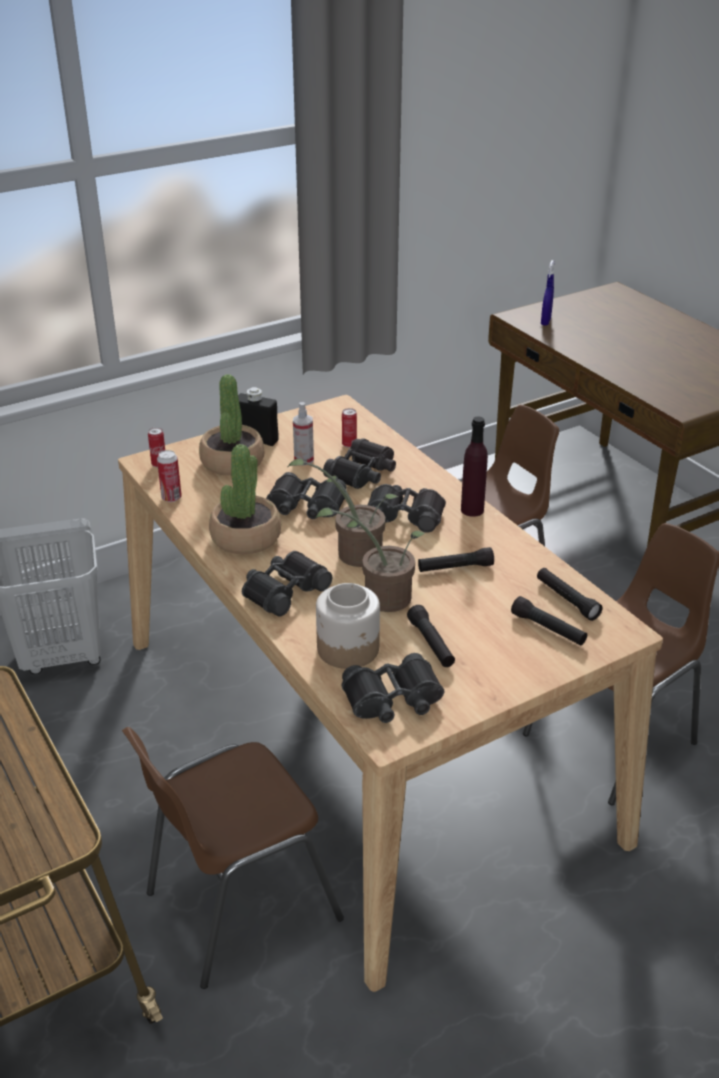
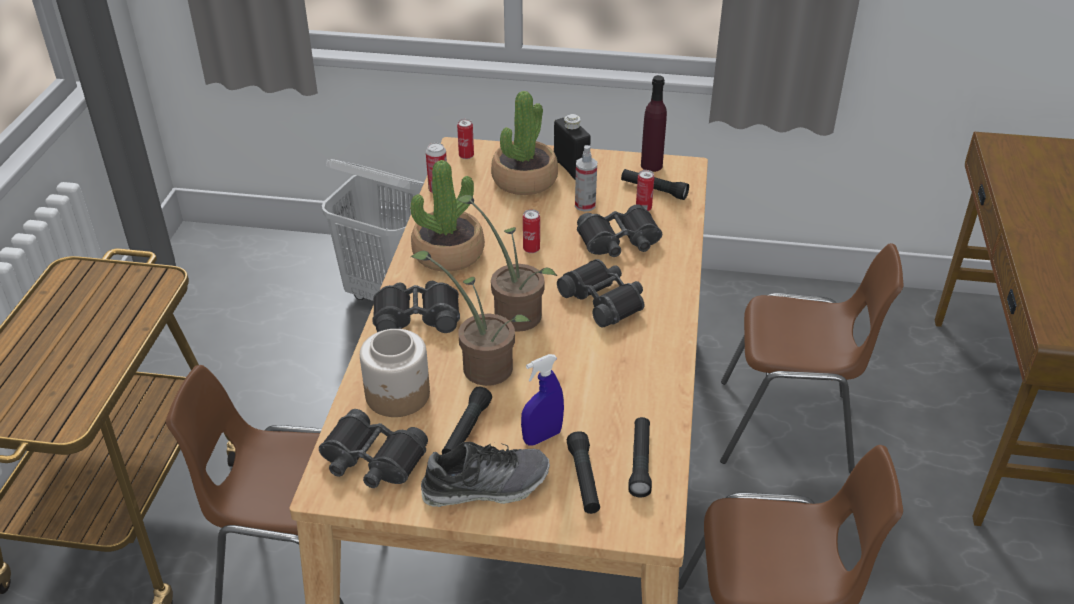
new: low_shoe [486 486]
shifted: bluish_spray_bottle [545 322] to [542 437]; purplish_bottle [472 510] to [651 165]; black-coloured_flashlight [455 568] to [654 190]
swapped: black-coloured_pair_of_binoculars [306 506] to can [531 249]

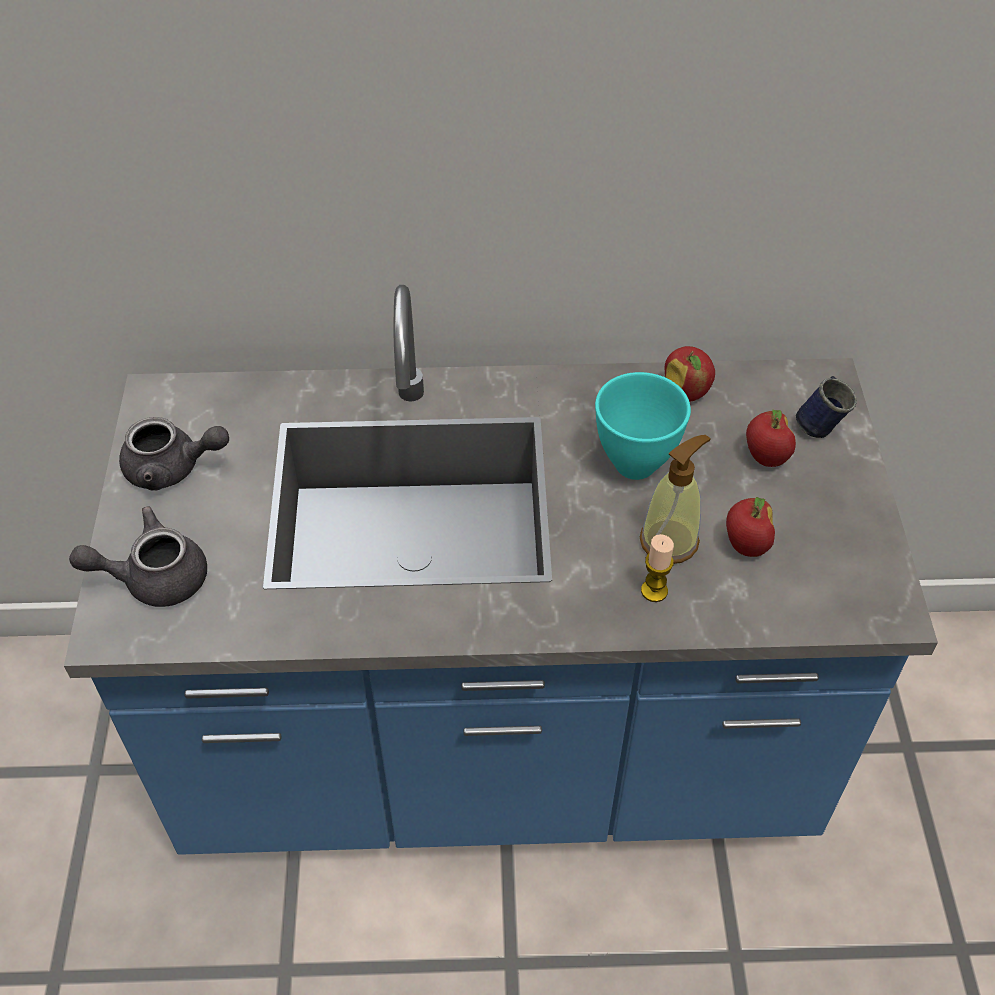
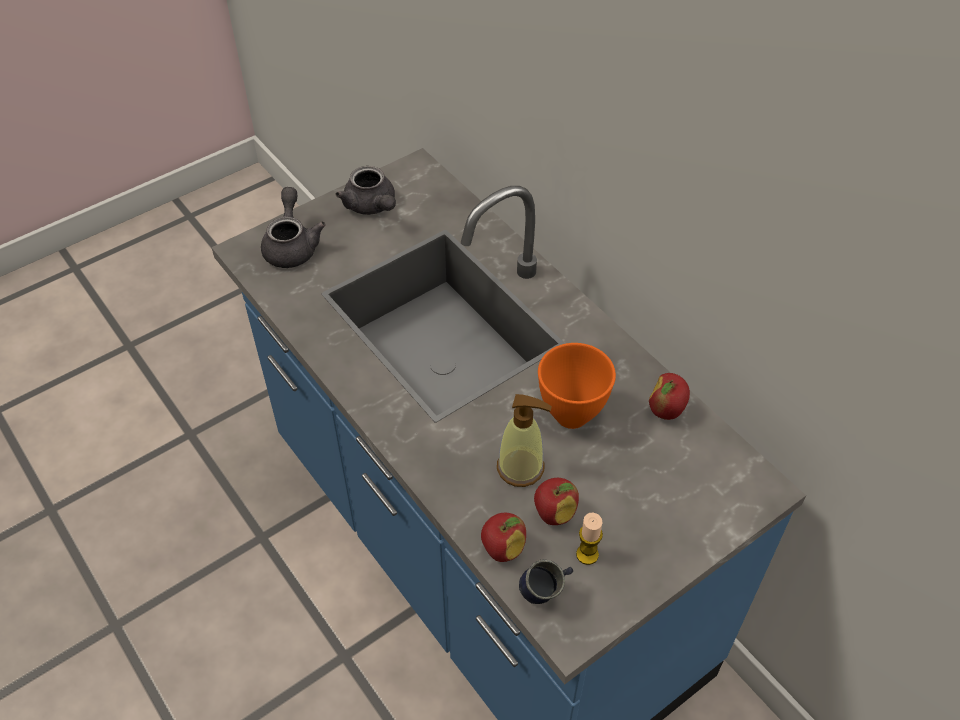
shifted: bluish_coffee_mug [820 423] to [545 593]; apple_fruit [765 458] to [502 549]; wax_light [654 591] to [587 554]
repainted: turquoise-coloured_deep_dish [632 464] to orange-coloured_deep_dish [570 413]
rotated: greyish_tea_pot [154 577] = [292 245] 45 degrees clockwise

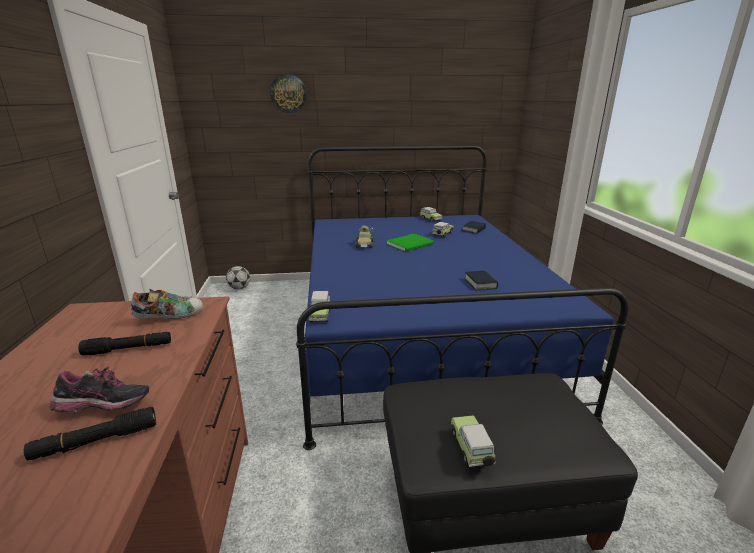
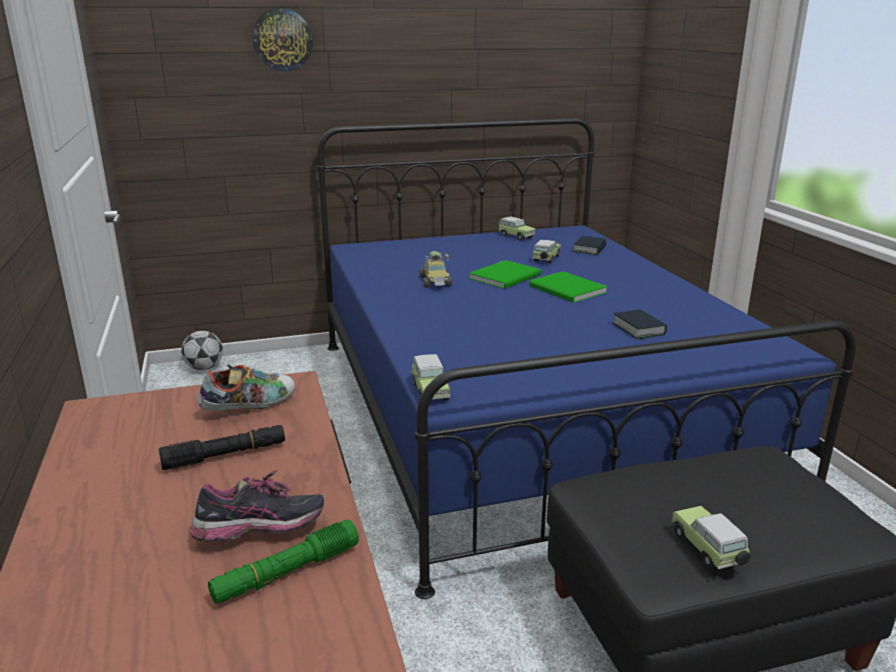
new: green_volume [567 290]
repainted: black-coloured_flashlight [96 441] to green_flashlight [286 573]

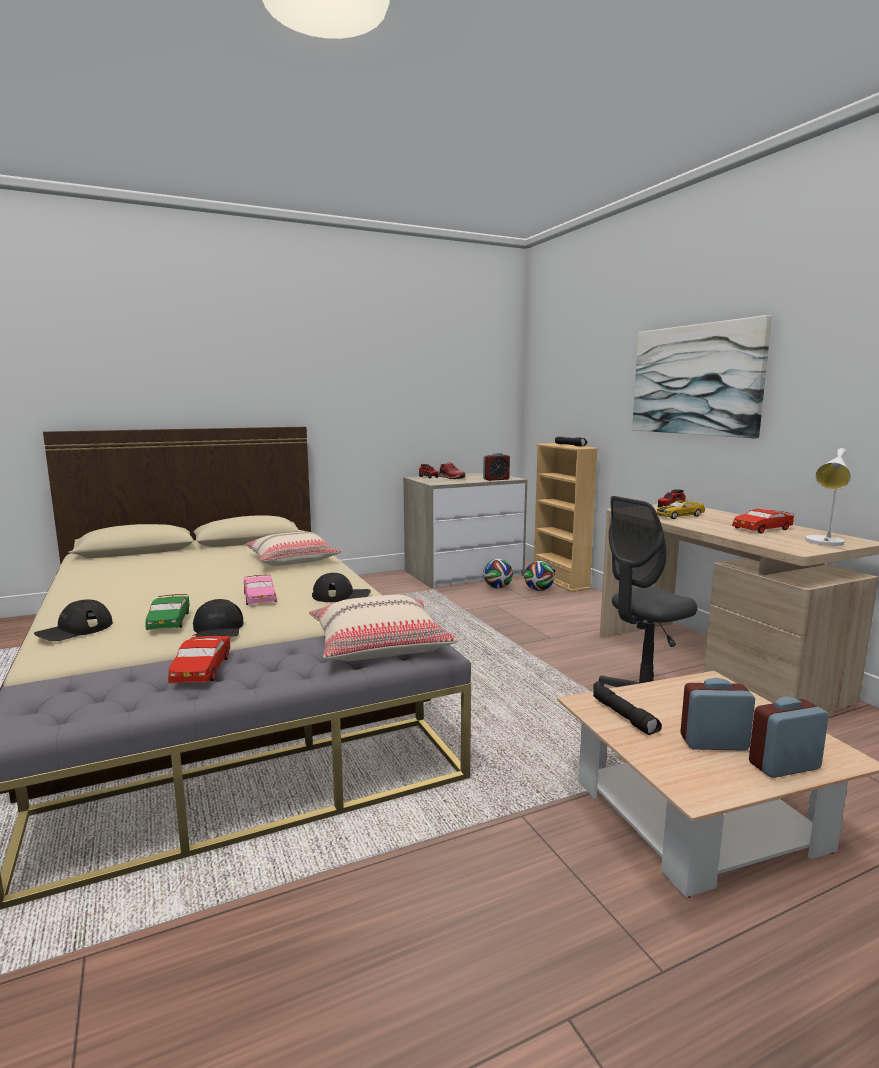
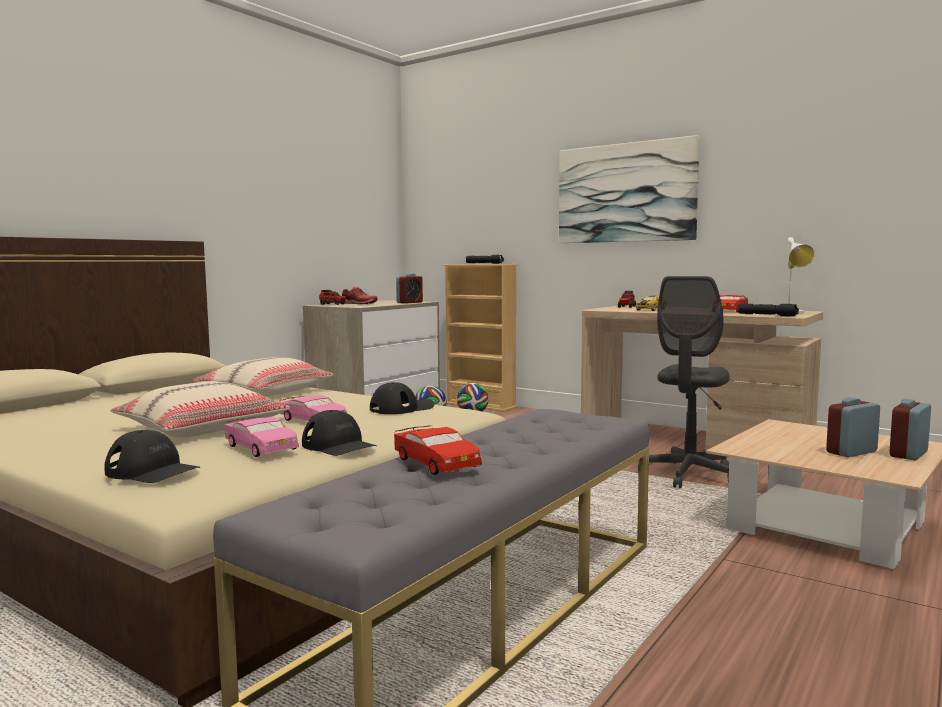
shifted: beige_throw_pillow [379 645] to [201 429]; black-coloured_flashlight [625 717] to [768 315]
repainted: green_toy_car [168 620] to pinkish_toy_car [261 447]
rotated: black-coloured_peaked_cap [75 630] = [152 471] 75 degrees counterclockwise

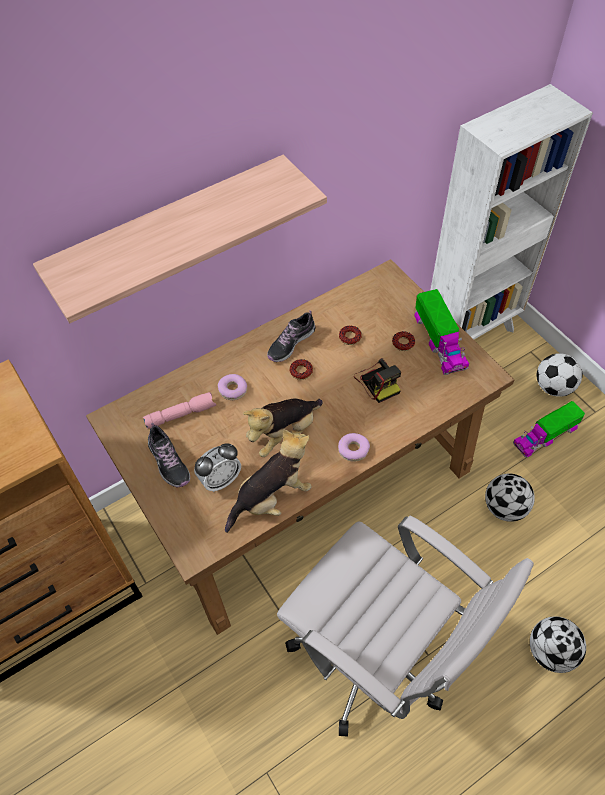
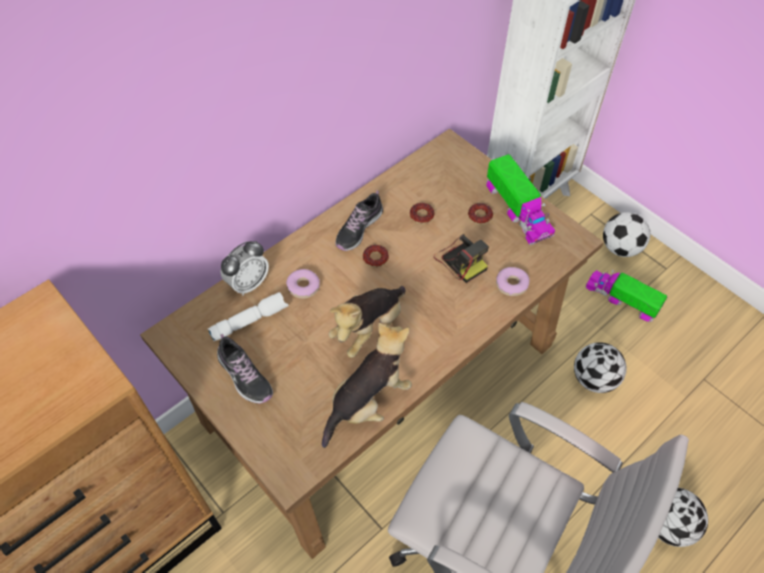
gone: shelf [170 232]
shifted: donut [353 450] to [511 284]; table_clock [220 480] to [248 283]
repainted: pinkish_flashlight [181 414] to white-coloured_flashlight [249 320]
rotated: toy_lorry [545 436] = [621 299] 75 degrees clockwise

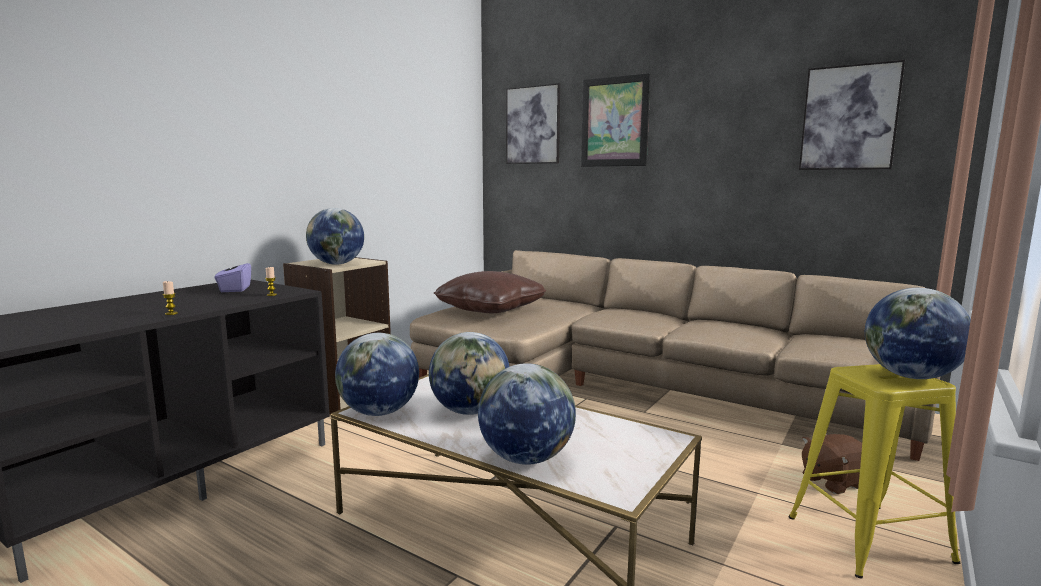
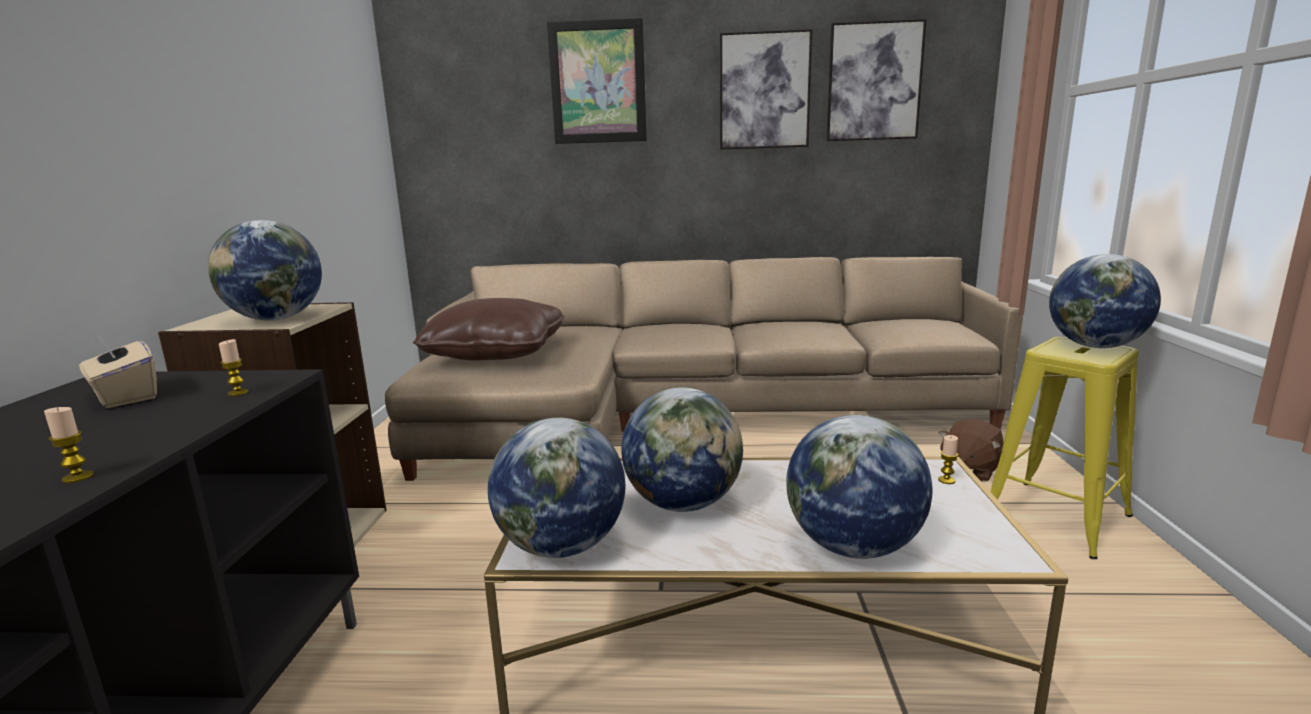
new: wax_light [946 480]
shifted: wall_picture [533 125] to [764 91]
repainted: purplish_tissue_holder [234 289] to beige_tissue_holder [125 397]

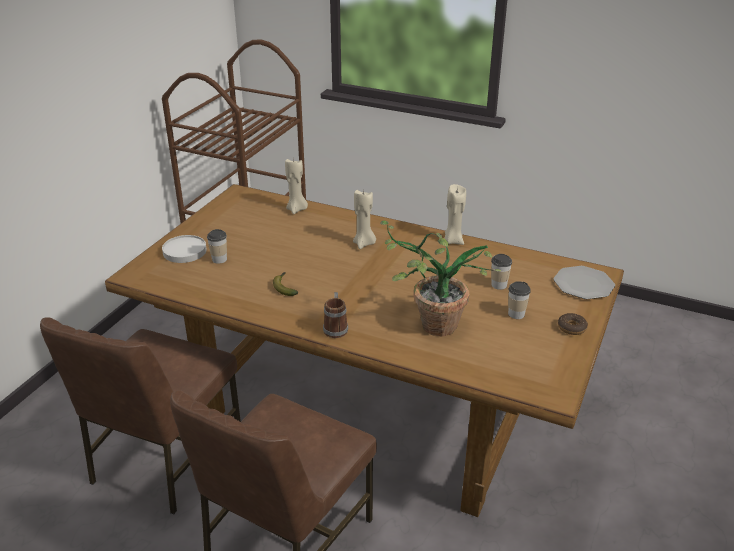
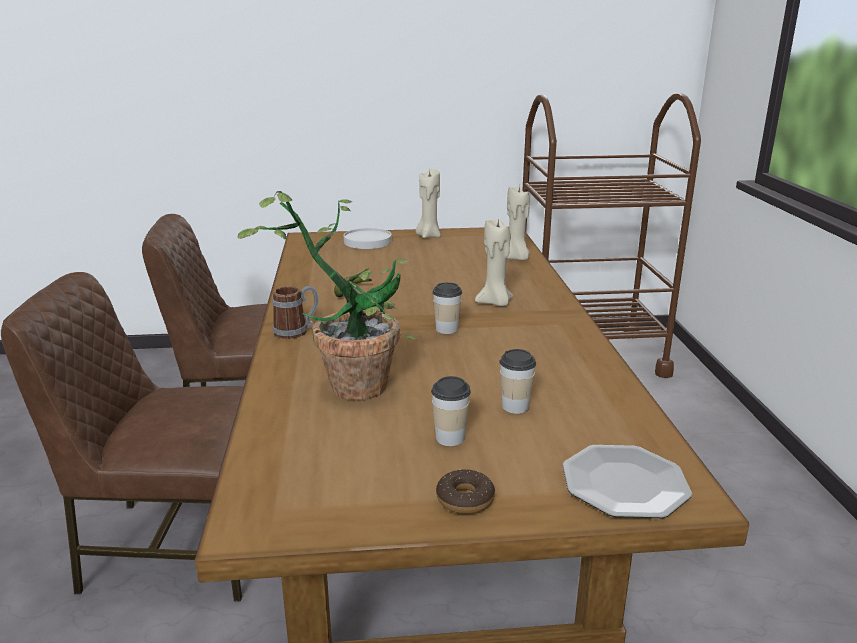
shifted: beige_wax_light [452 241] to [428 236]; drinking_cup [219 259] to [447 329]

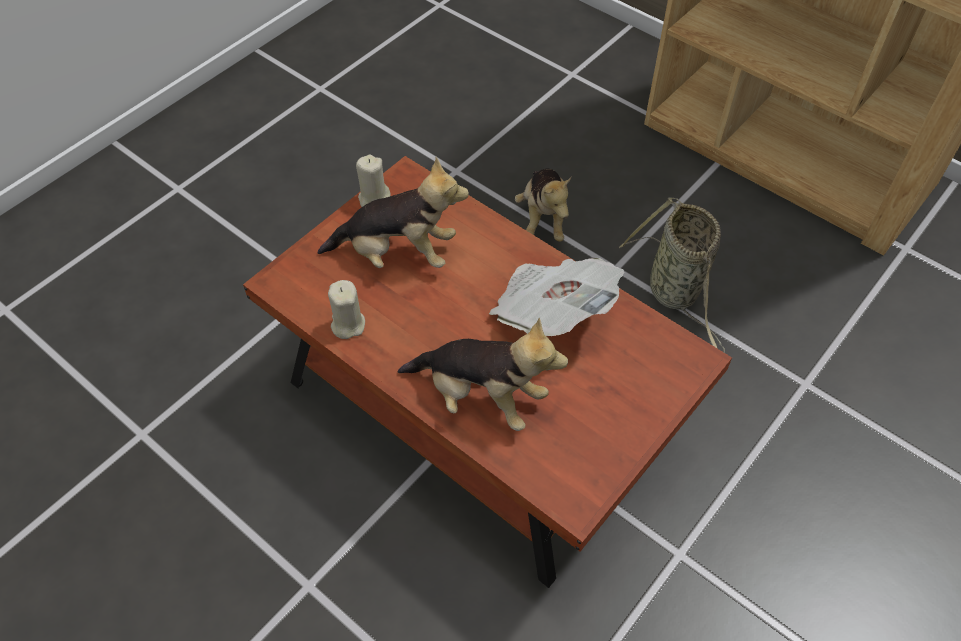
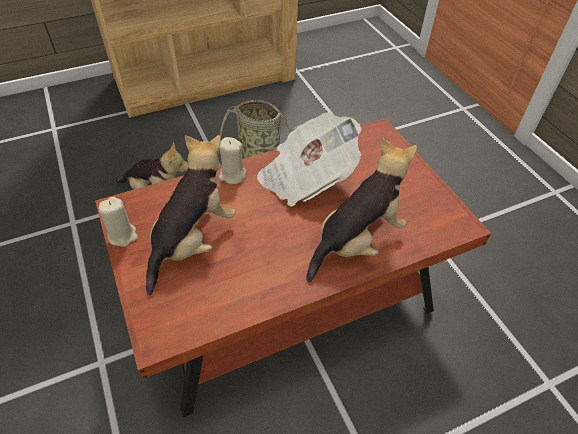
shifted: beige_wax_light [348 324] to [232 175]

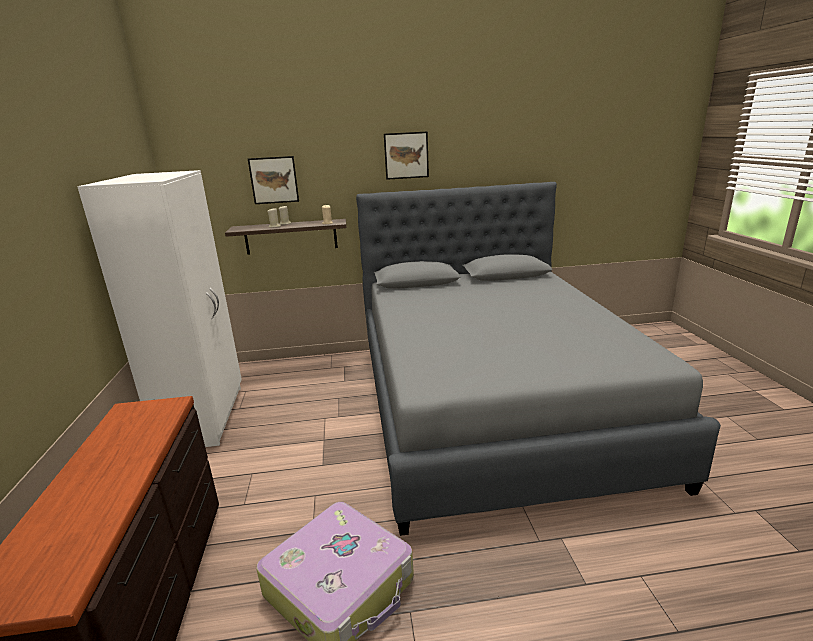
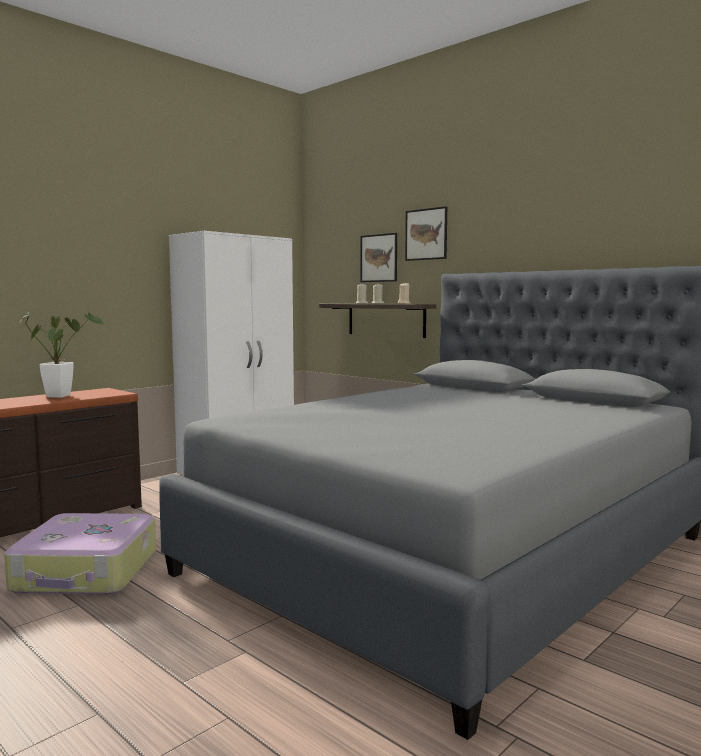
new: houseplant [62 395]
shifted: wall_picture [406 155] to [426 234]

